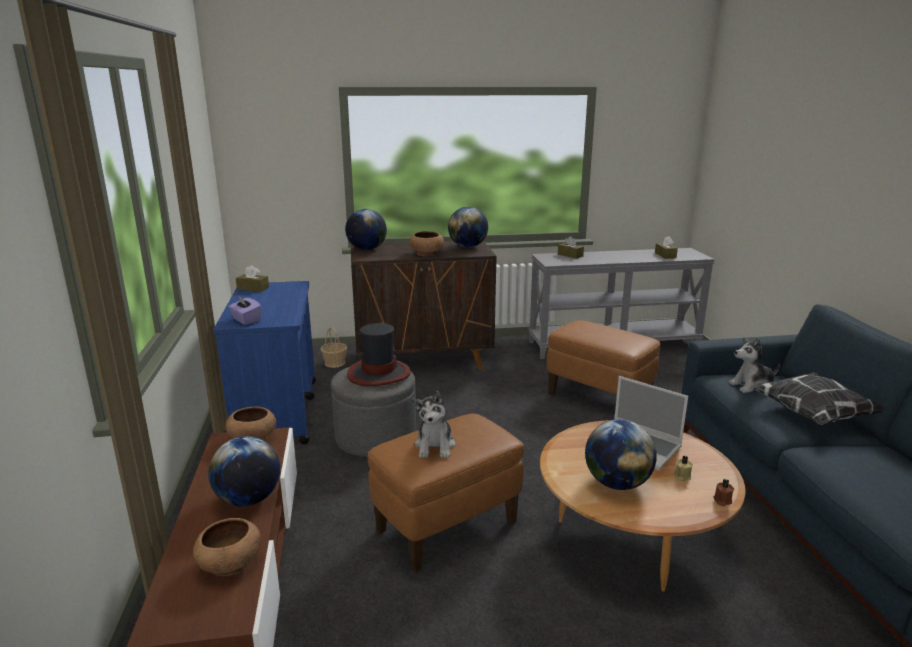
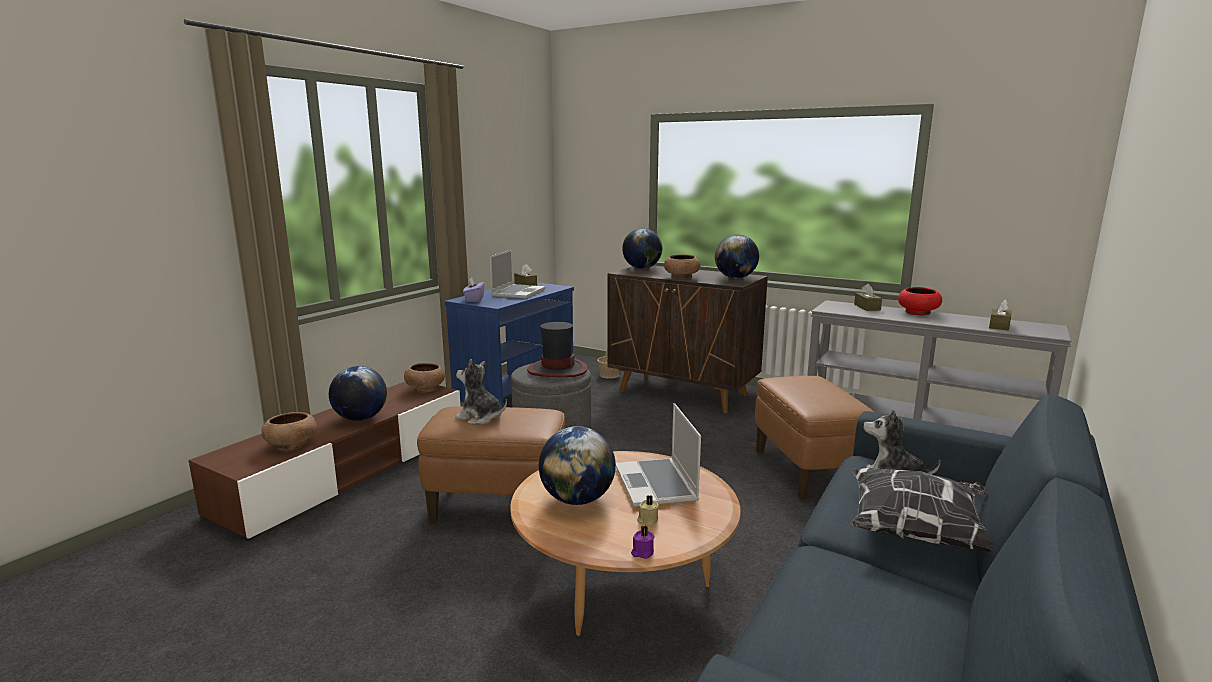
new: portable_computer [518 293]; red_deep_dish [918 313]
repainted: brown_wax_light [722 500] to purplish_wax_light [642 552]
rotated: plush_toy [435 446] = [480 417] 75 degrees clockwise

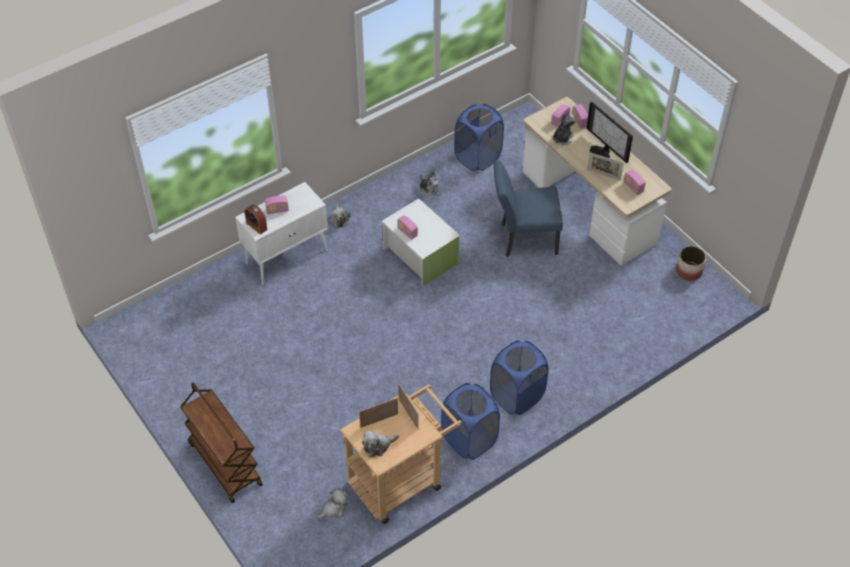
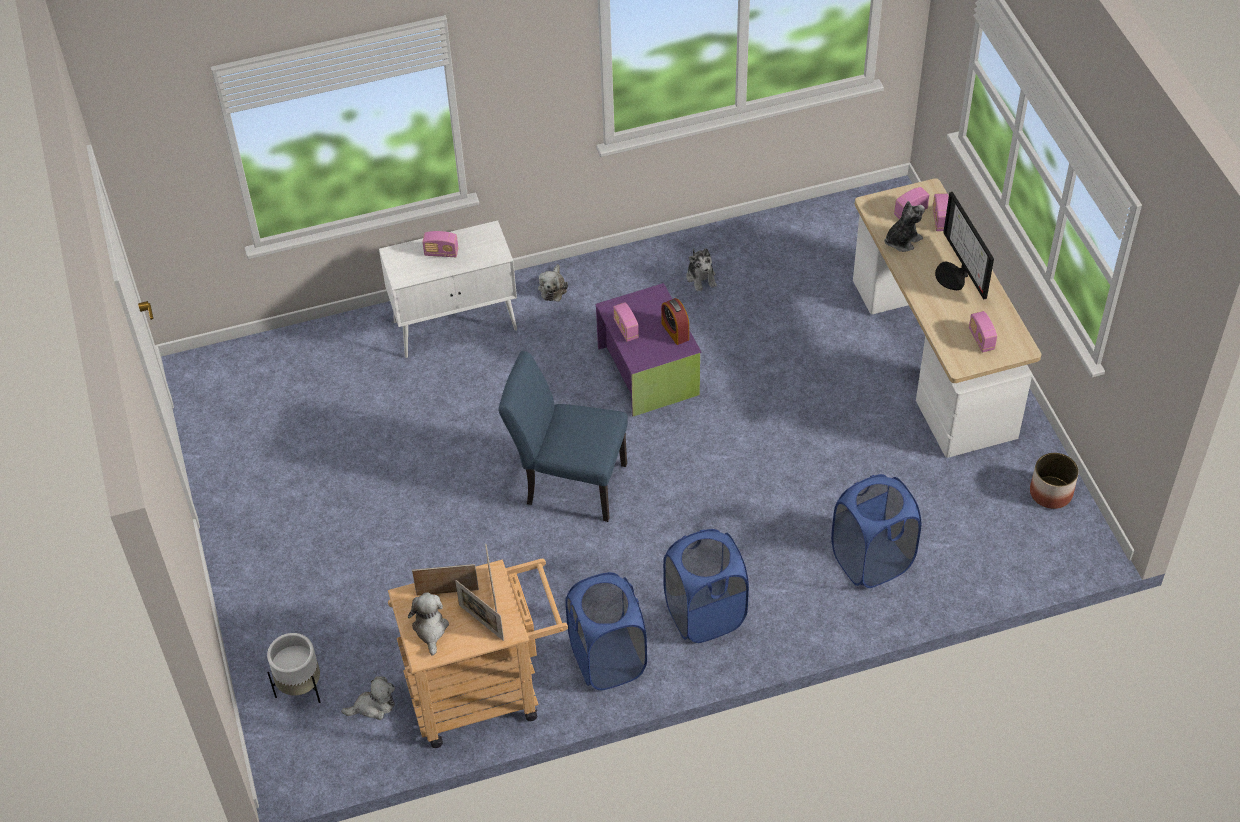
gone: brown_wheeled_cart [224 463]
new: white-coloured_plant_pot [300 688]
shifted: bluish_washing_basket [478 158] to [871 560]; standing_frame [603 175] to [481 622]; bluish_chair [523 239] to [568 482]; table_clock [256 226] to [675 331]
repainted: white-coloured_storage_bin [421 255] to purplish_storage_bin [649 370]
rotated: plush_toy [378 446] = [430 629] 90 degrees clockwise

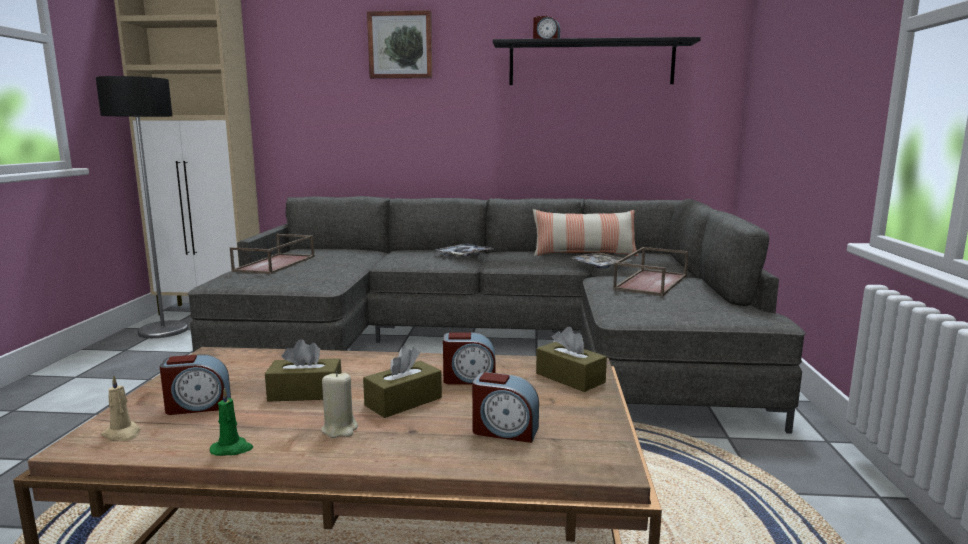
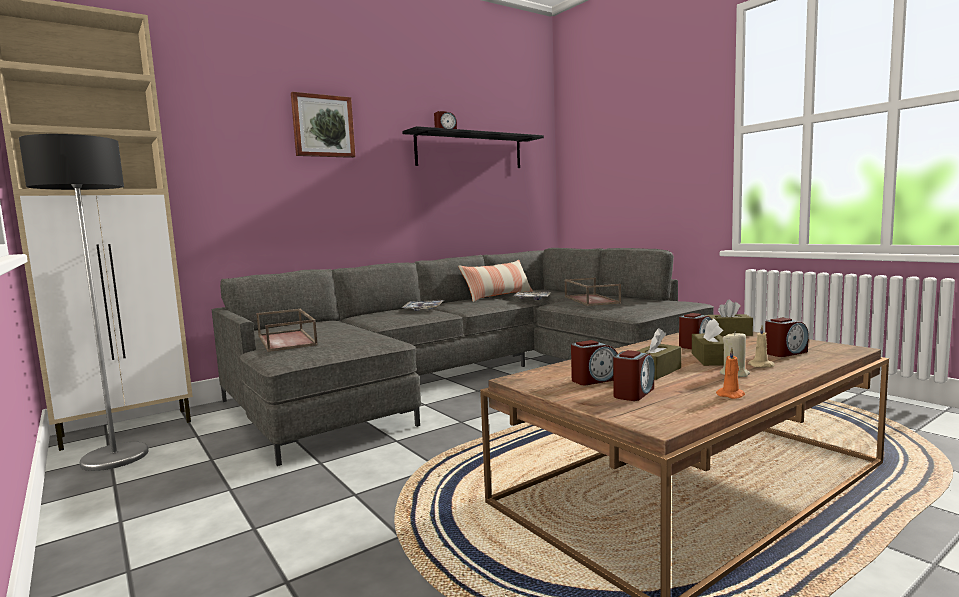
new: table_clock [594 380]
shifted: beige_wax_light [122 434] to [762 365]
repainted: green_wax_light [232 449] to orange-coloured_wax_light [731 395]

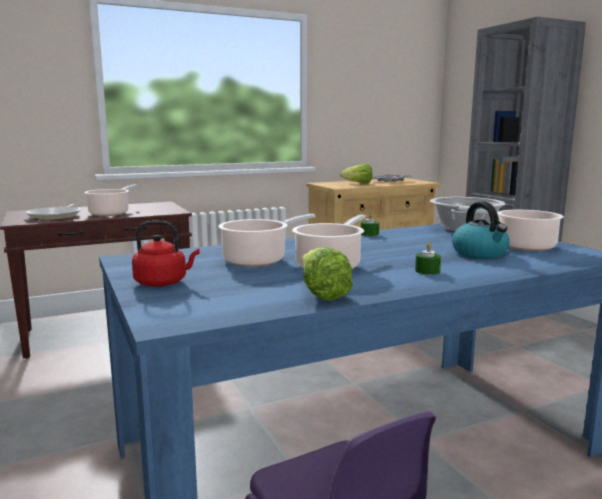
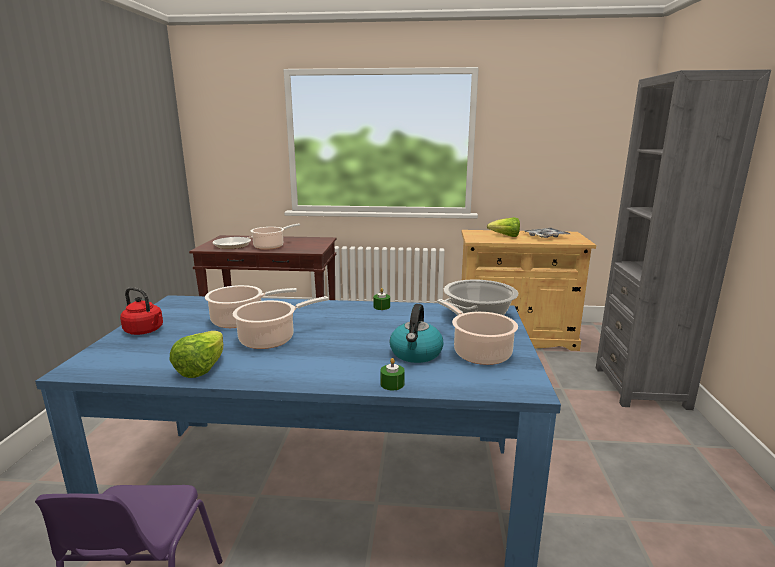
shifted: green_wax_light [427 271] to [392 384]

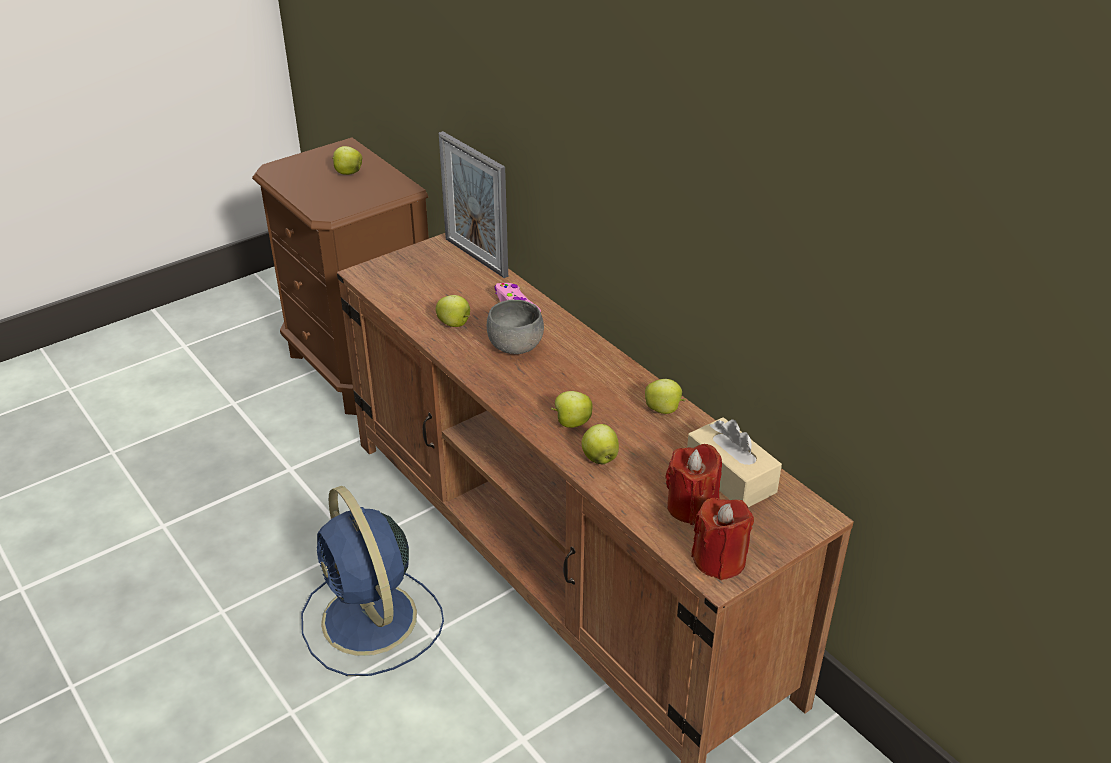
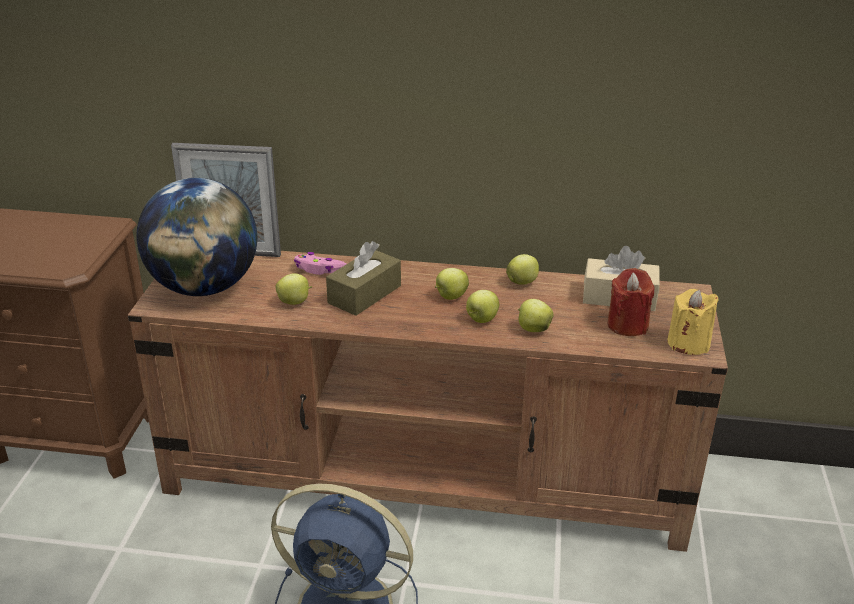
new: globe [204 287]
shifted: apple_fruit [347 173] to [450 297]
swapped: greyish_deep_dish [515 346] to brown_tissue_holder [364 294]
repainted: red_wax_light [719 560] to yellow_wax_light [688 343]

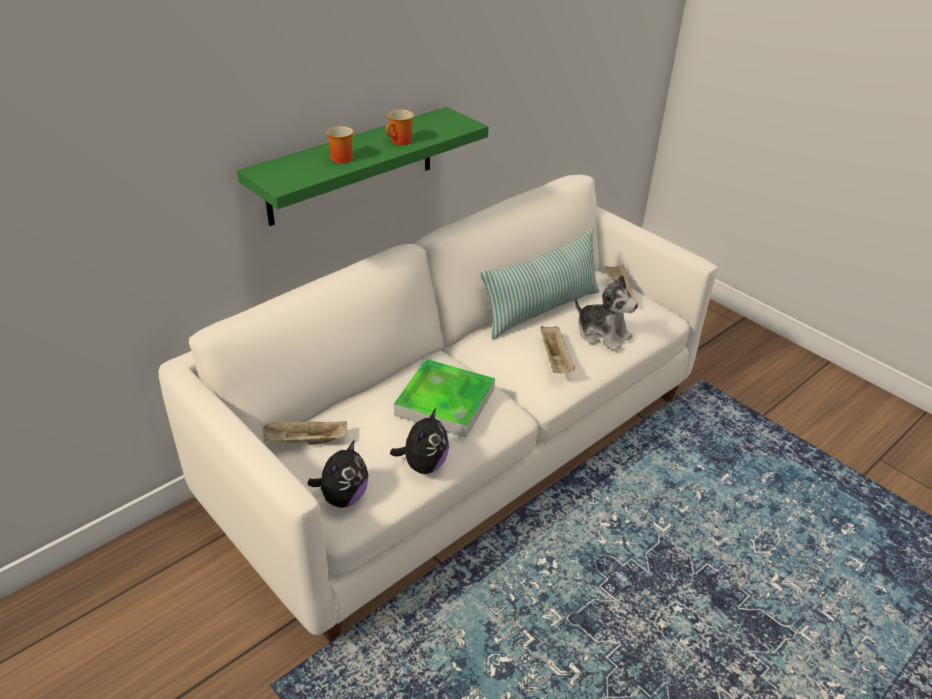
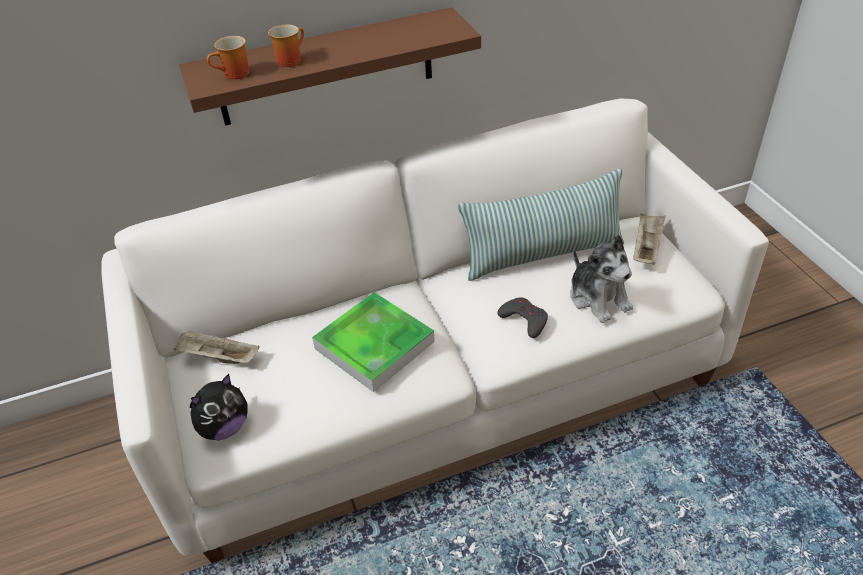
gone: plush_toy [423 465]
shifted: coffee_mug [400 142] to [235 75]
swapped: beige_serving_tray [555 360] to greyish_joypad [524 320]
repainted: green_shelf [352 166] to brown_shelf [326 68]

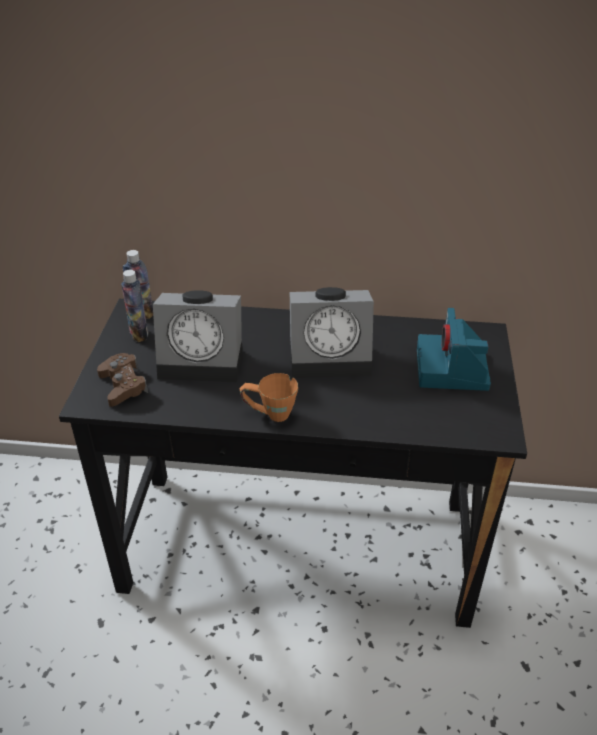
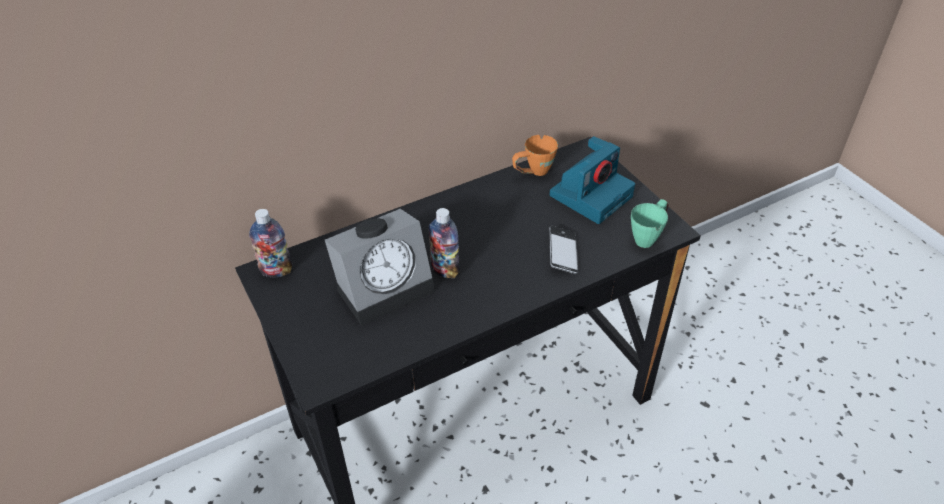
gone: table_clock [332 357]; brown_joypad [123 385]
new: green_coffee_mug [648 236]; telephone [563 253]
shifted: bottle [139 334] to [445 270]; orange-coloured_coffee_mug [269 414] to [533 173]
rotated: photo_camera [452 370] = [591 194] 105 degrees counterclockwise

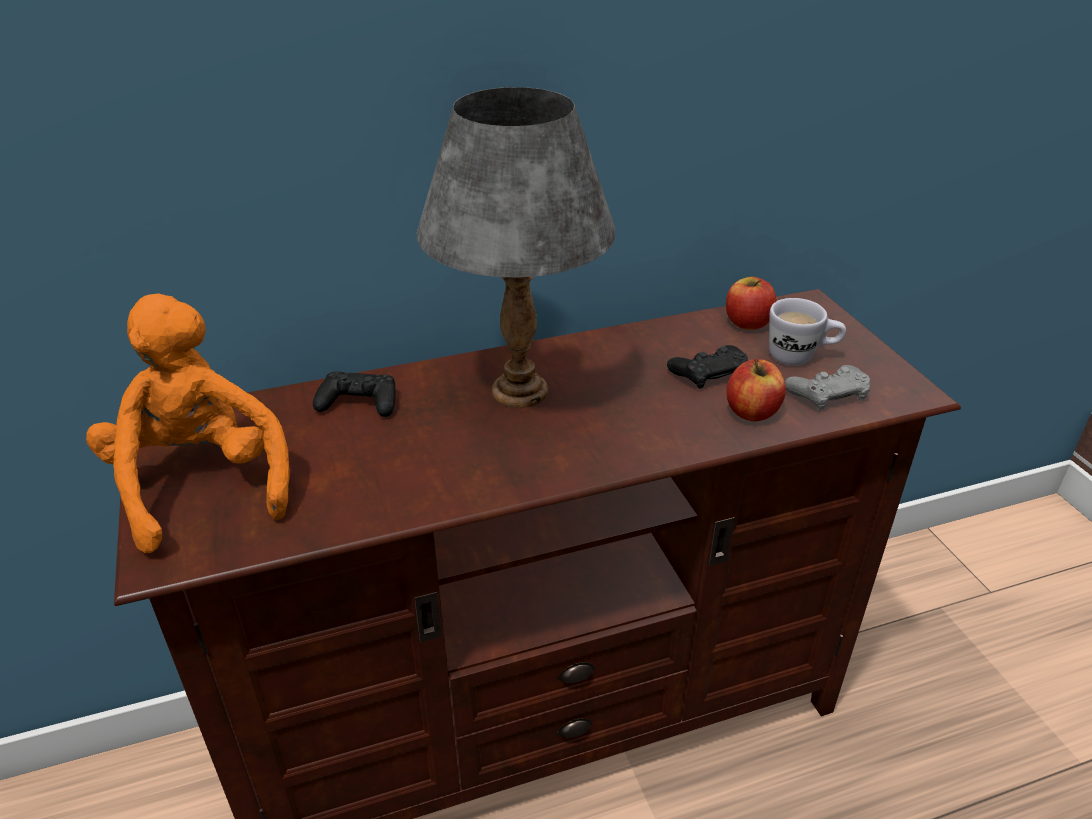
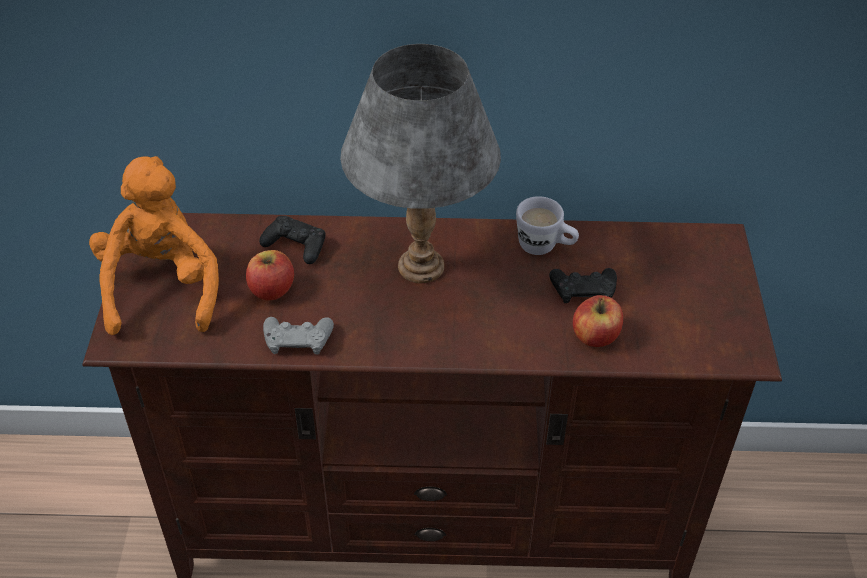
shifted: apple_fruit [747 322] to [271 290]; white-coloured_coffee_mug [800 357] to [545 247]; greyish_joypad [827 394] to [298 340]

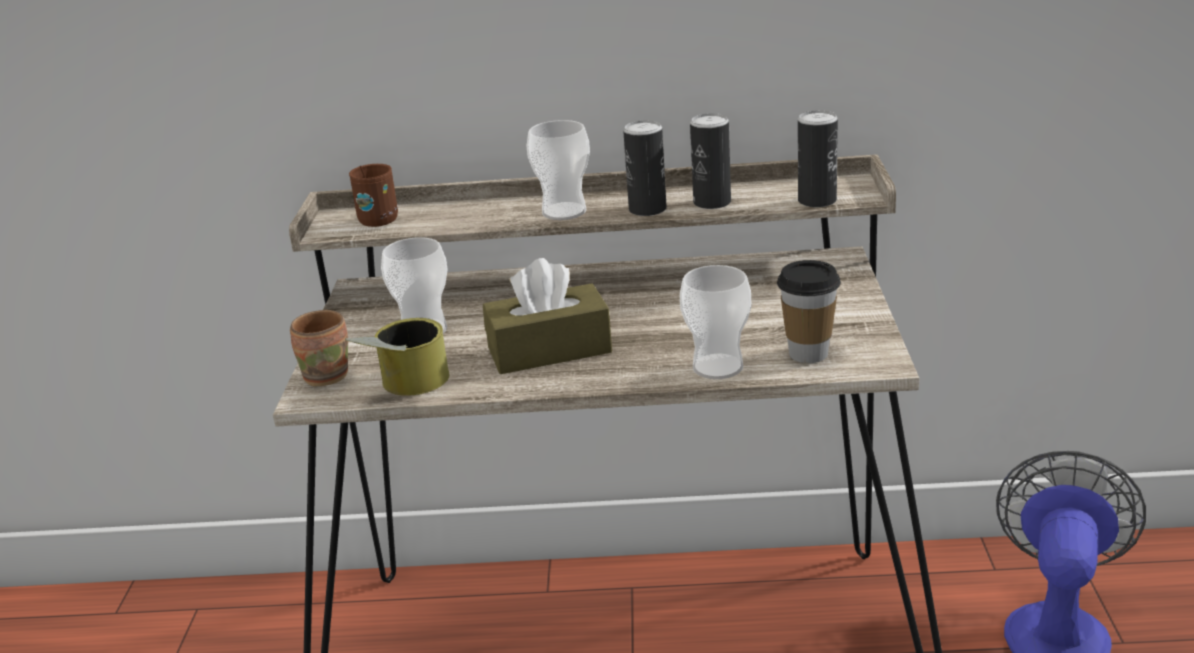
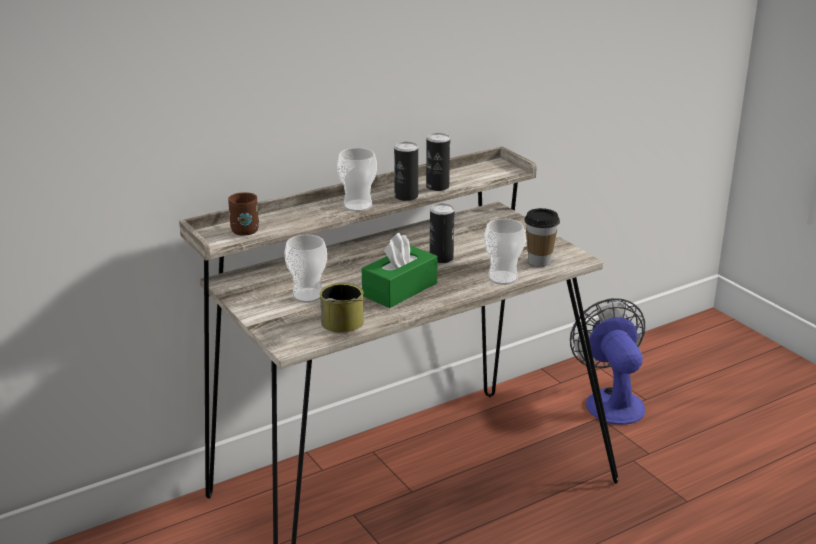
gone: brown_coffee_mug [326 375]
shifted: can [817 201] to [441 258]
repainted: brown_tissue_holder [549 350] to green_tissue_holder [400 289]

